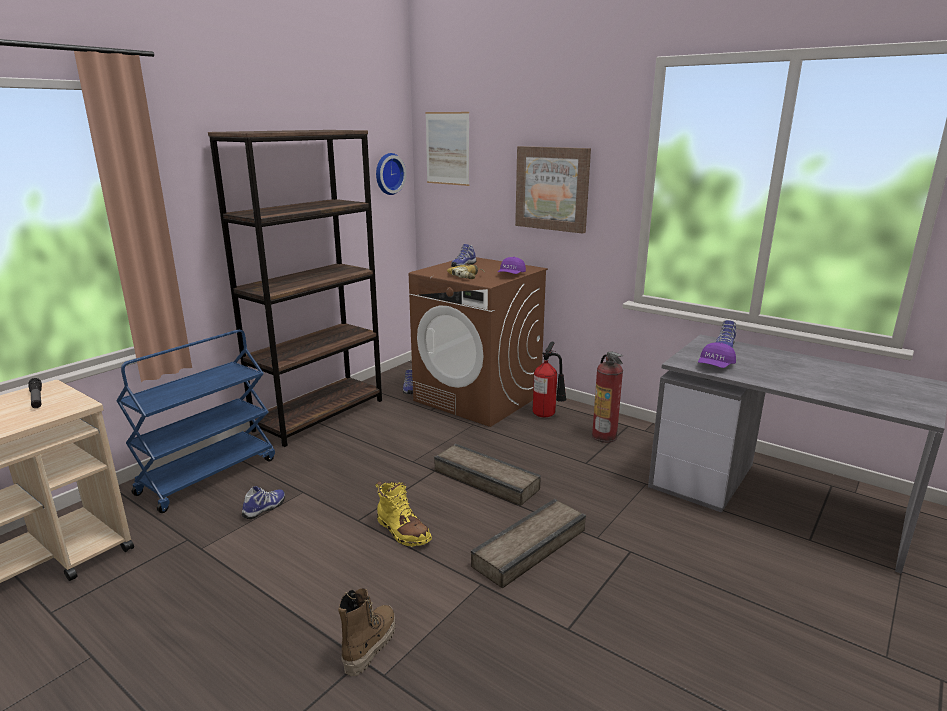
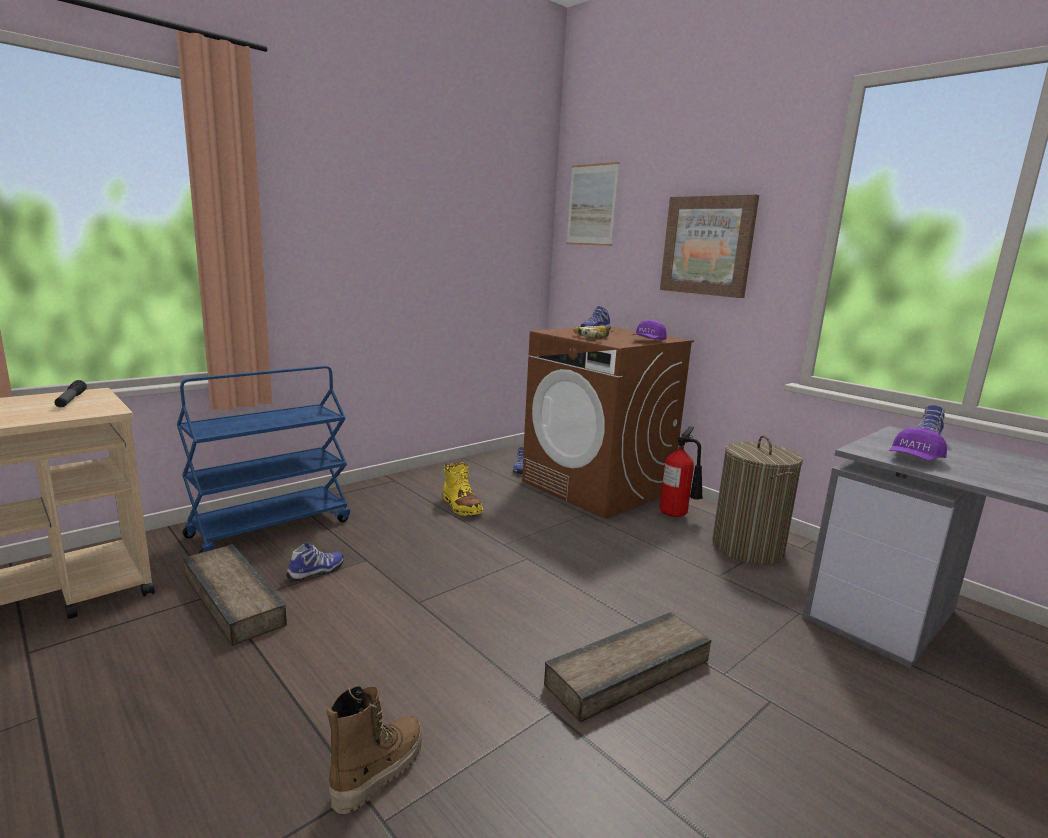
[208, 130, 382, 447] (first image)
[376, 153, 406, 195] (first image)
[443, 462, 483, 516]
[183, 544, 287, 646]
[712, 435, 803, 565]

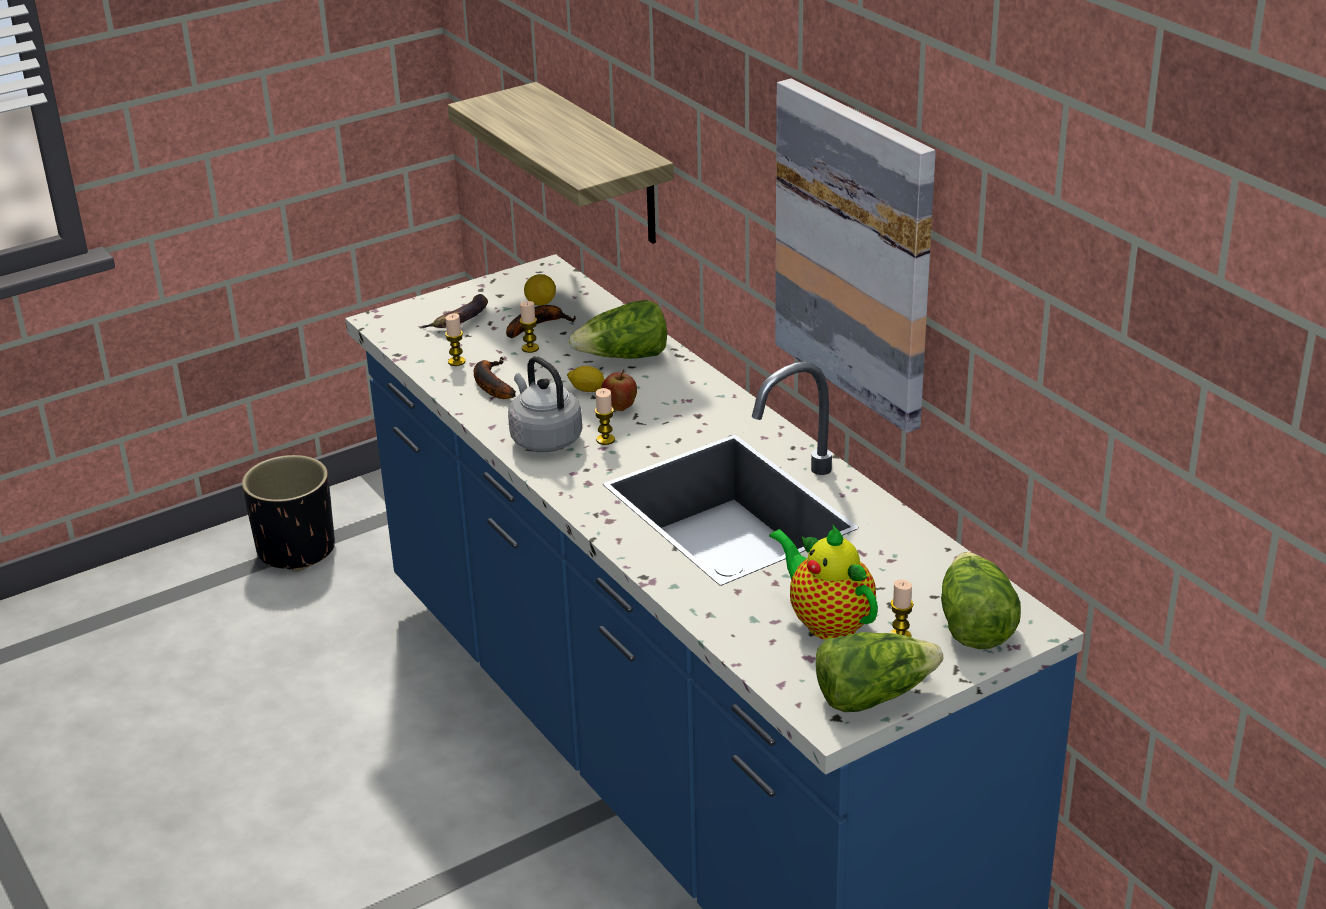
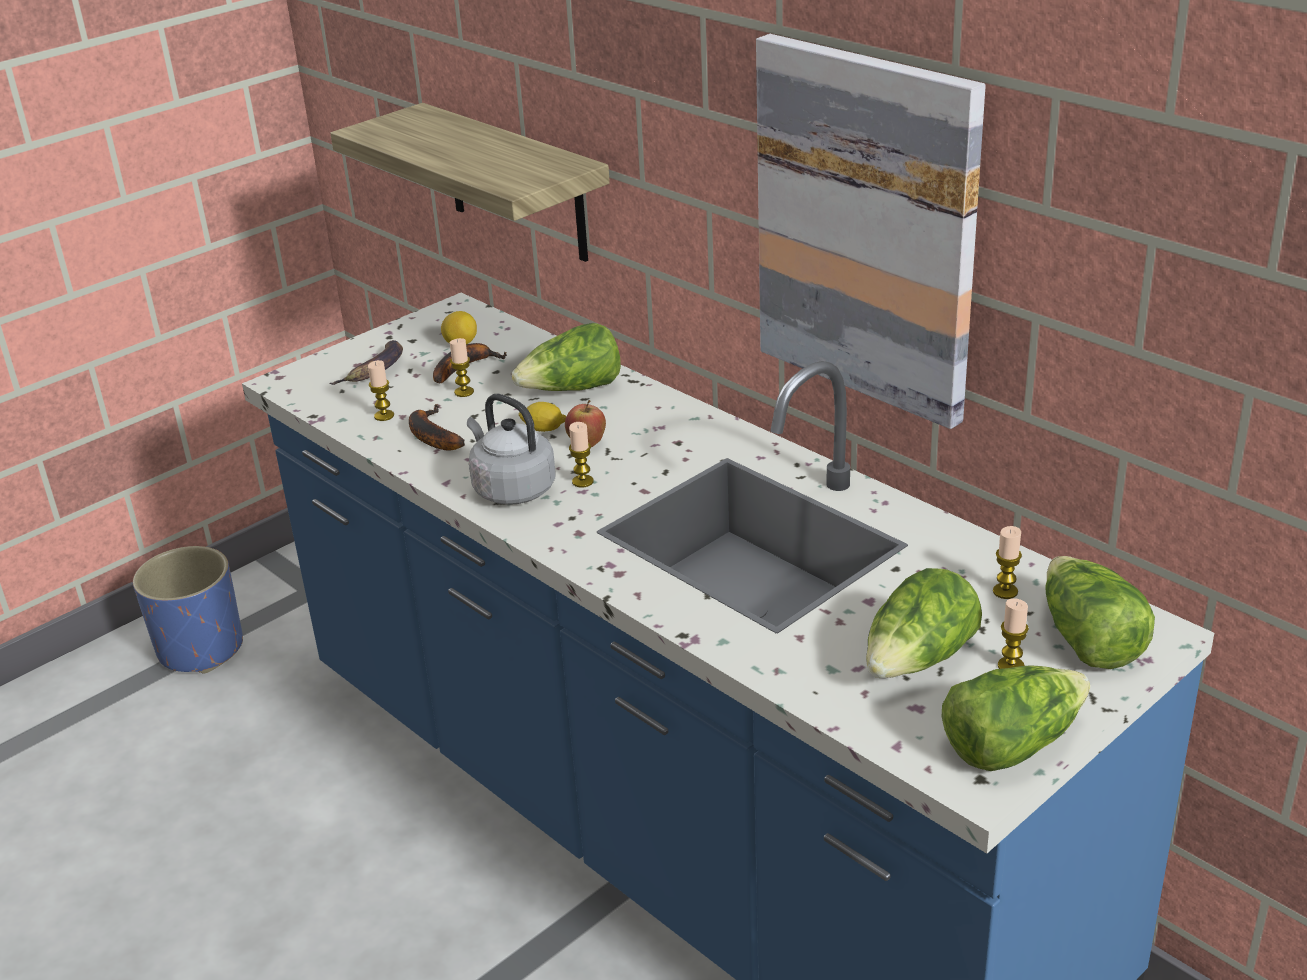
[993, 526, 1022, 599]
[866, 568, 982, 678]
[133, 546, 243, 674]

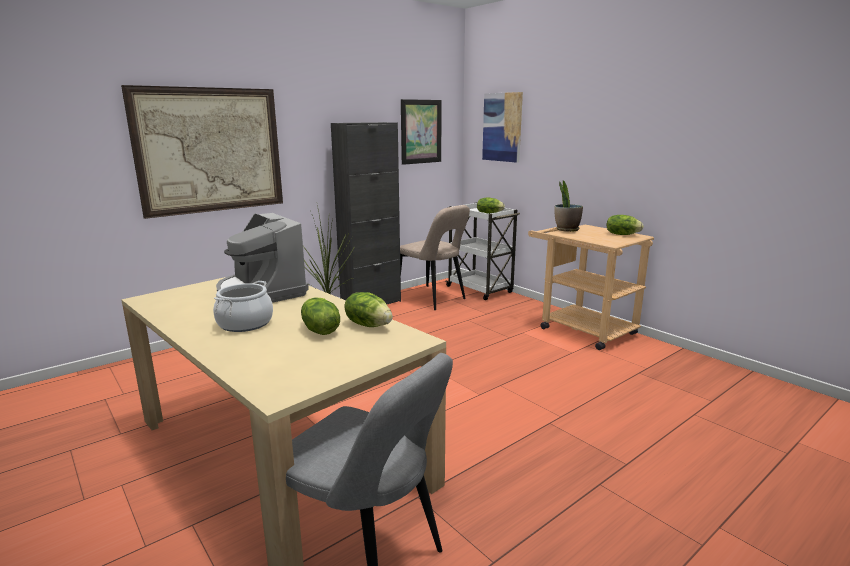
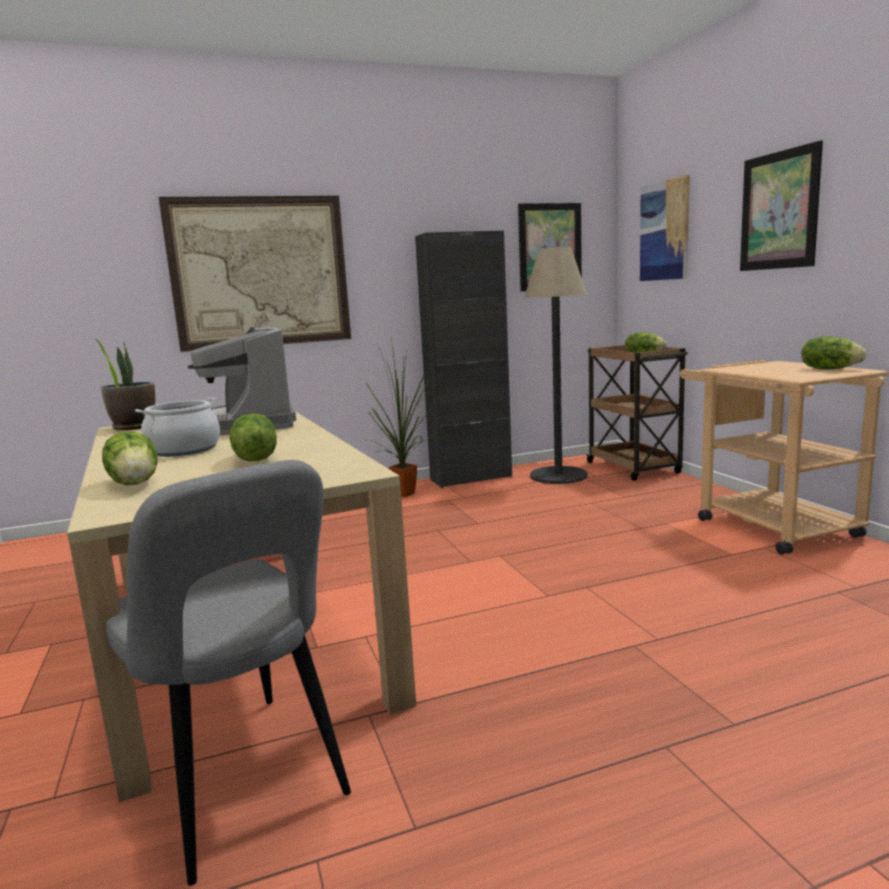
[740, 140, 823, 271]
[102, 432, 158, 485]
[94, 338, 155, 430]
[524, 247, 587, 484]
[586, 345, 688, 481]

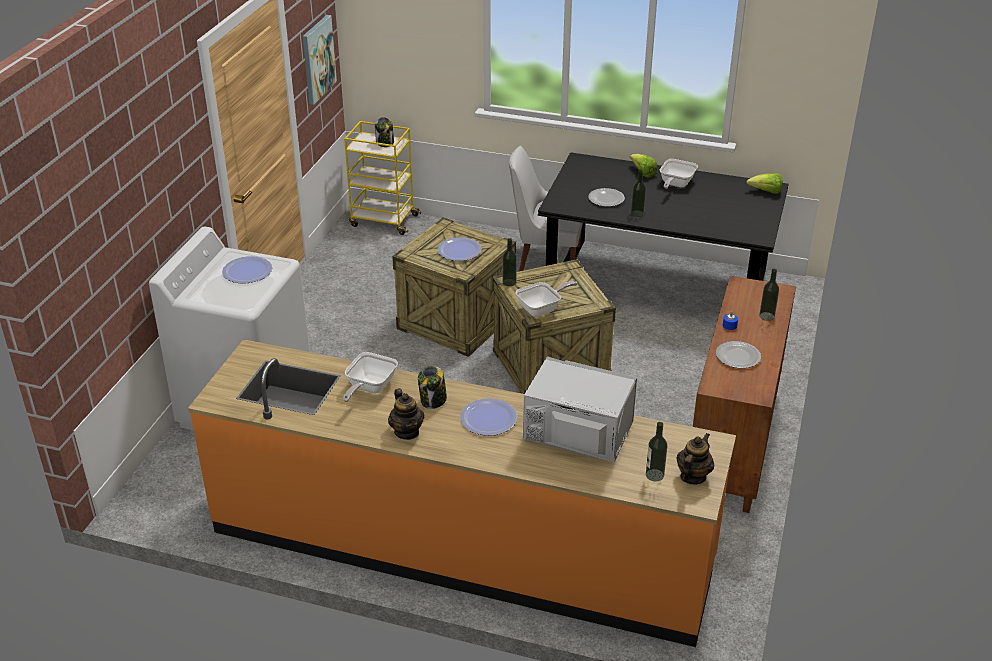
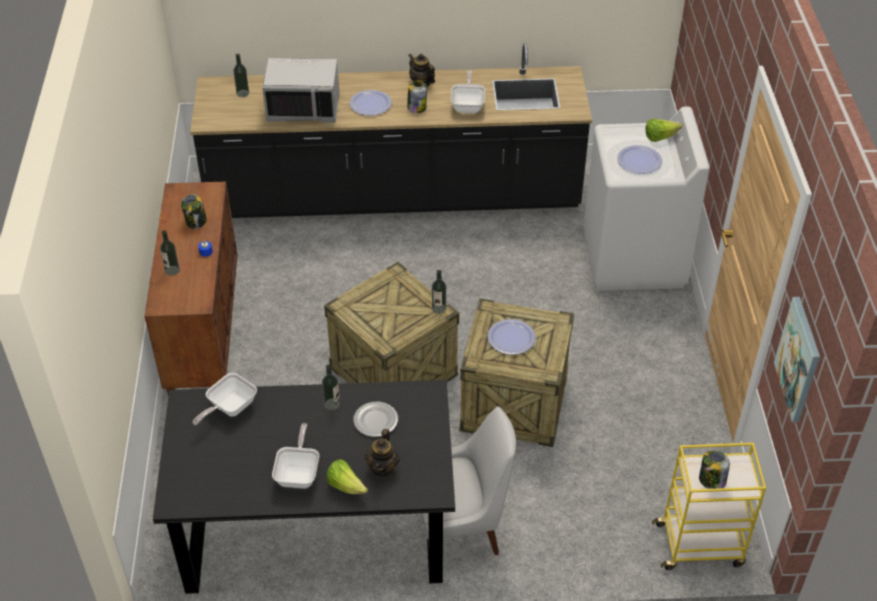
[193, 373, 257, 425]
[365, 429, 399, 477]
[645, 119, 682, 142]
[181, 194, 207, 229]
[190, 43, 592, 218]

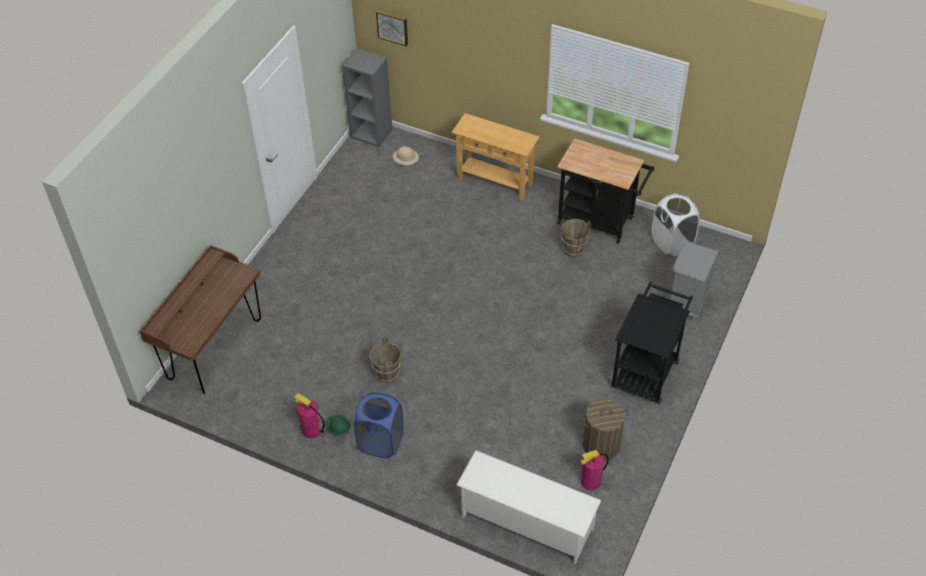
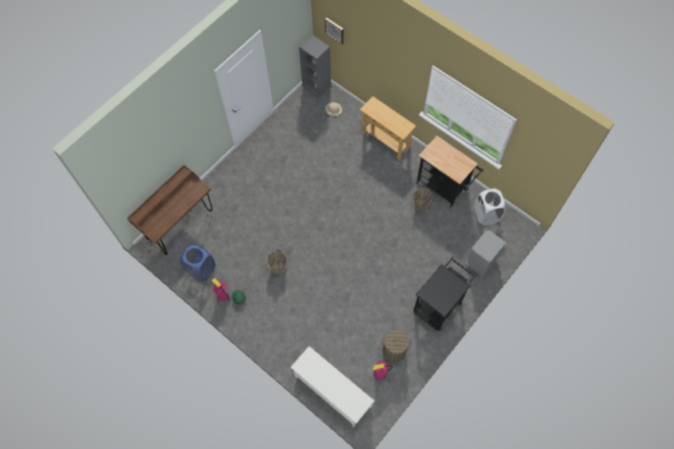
[180, 244, 215, 281]

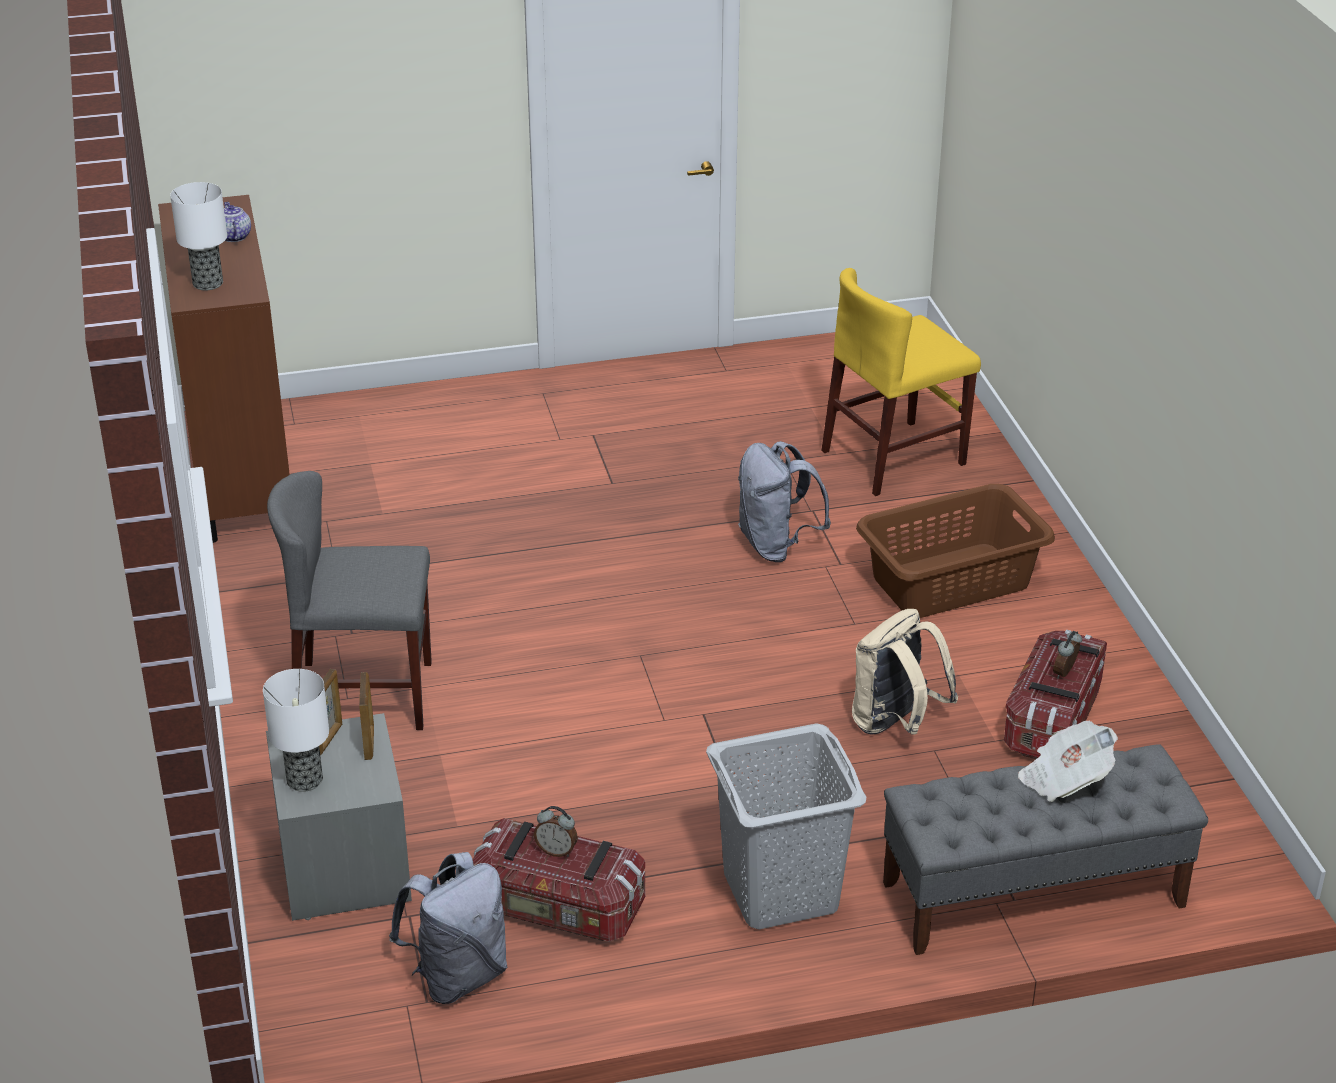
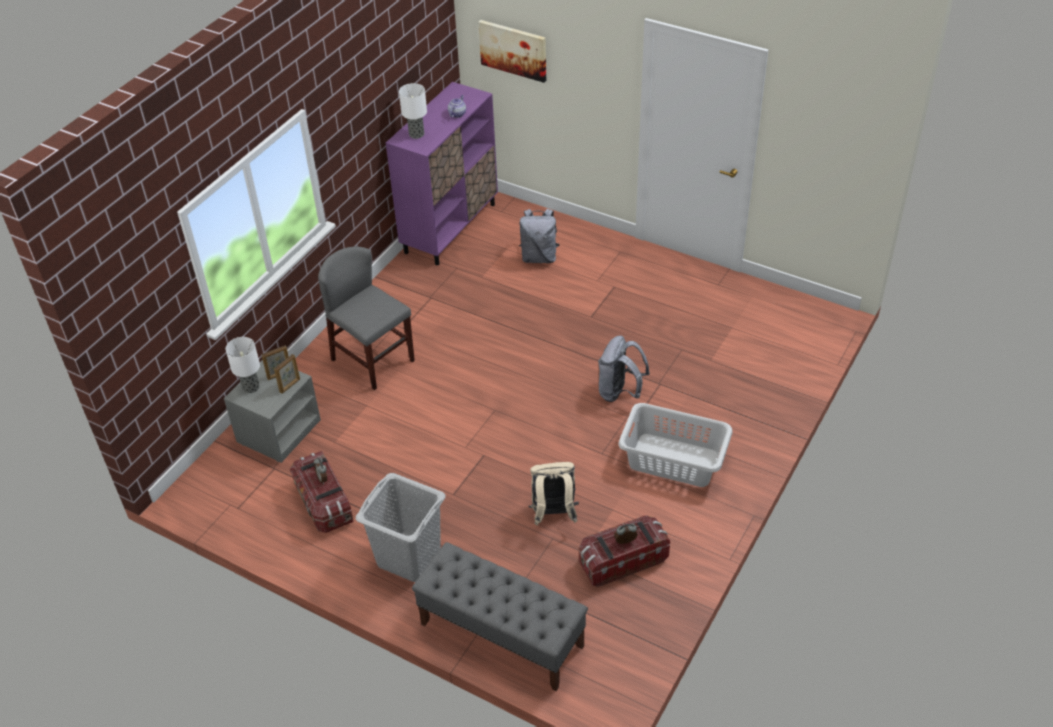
[821, 268, 981, 496] (first image)
[1018, 721, 1118, 802] (first image)
[478, 20, 546, 83]
[519, 209, 560, 263]
[386, 82, 498, 265]
[618, 403, 733, 487]

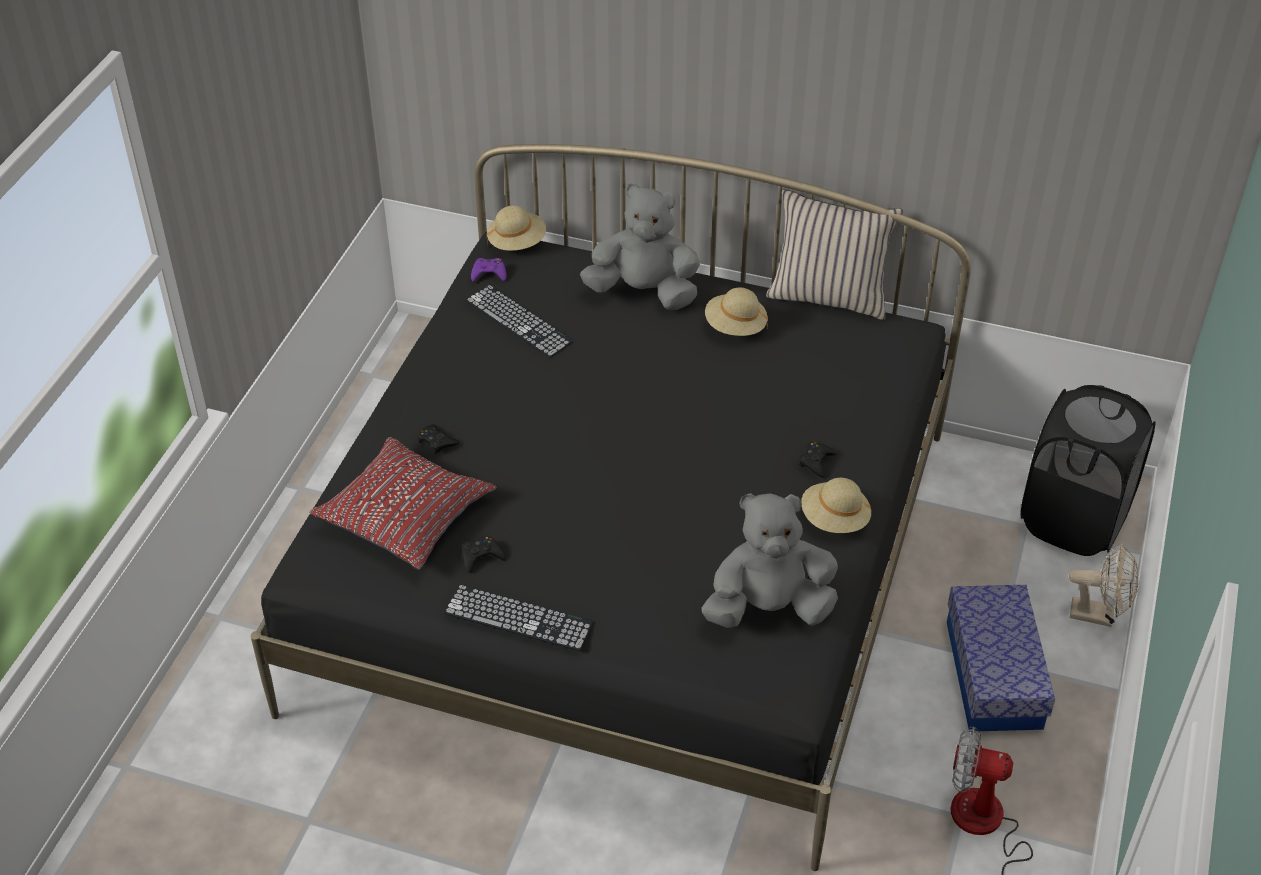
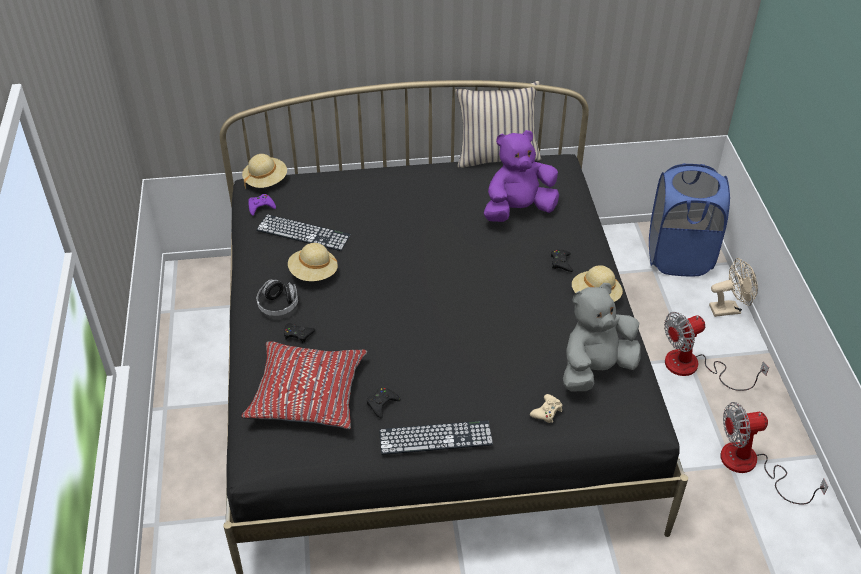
[580, 183, 700, 310] (first image)
[257, 279, 298, 316]
[484, 130, 559, 222]
[530, 394, 563, 423]
[288, 243, 338, 281]
[664, 312, 769, 391]
[649, 163, 730, 276]

